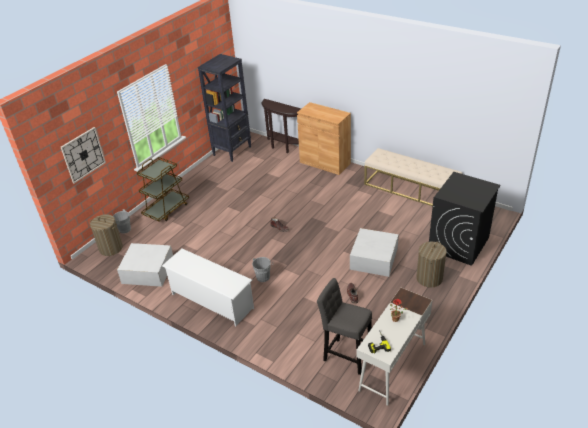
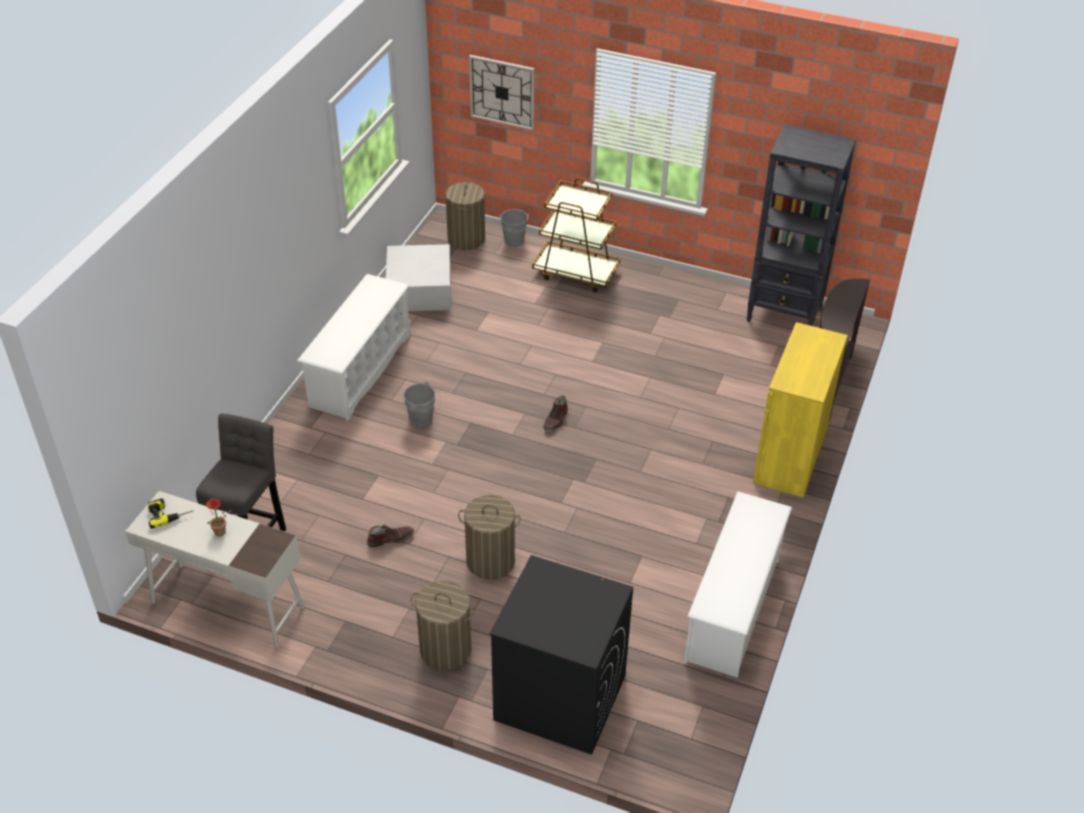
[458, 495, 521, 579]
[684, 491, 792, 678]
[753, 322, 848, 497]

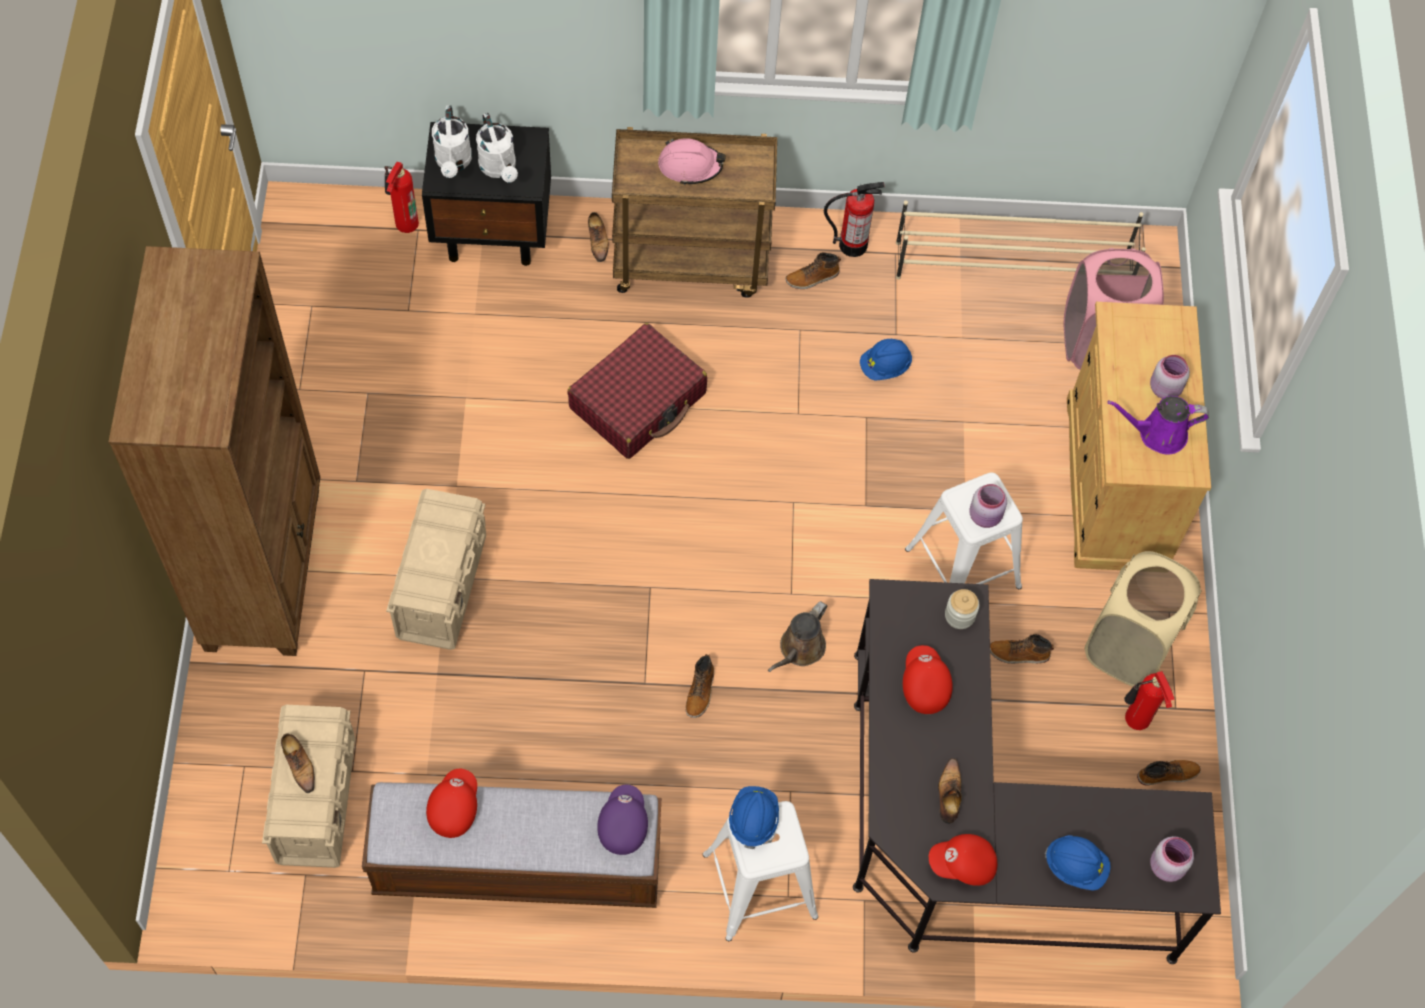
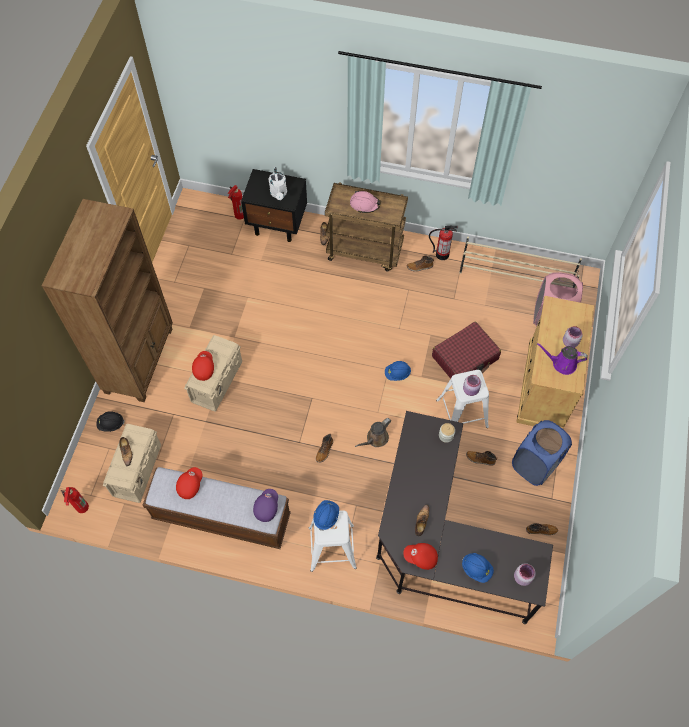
[432, 105, 472, 178] (first image)
[96, 411, 124, 432]
[432, 322, 501, 379]
[385, 361, 411, 381]
[192, 351, 214, 381]
[61, 487, 89, 513]
[512, 420, 572, 486]

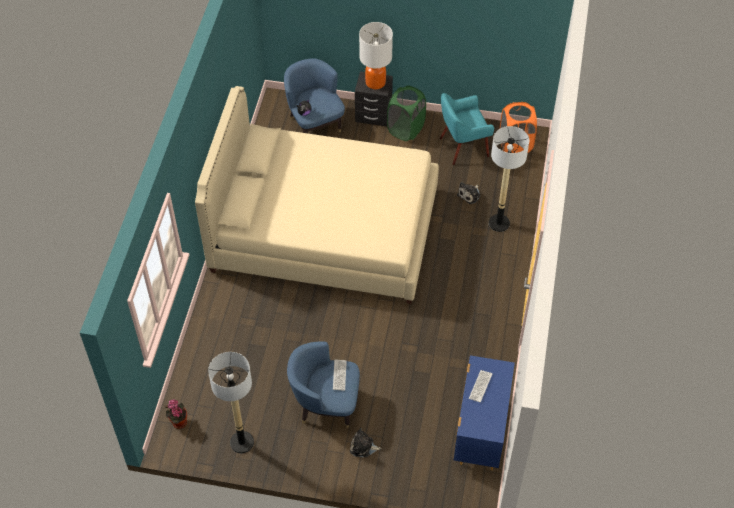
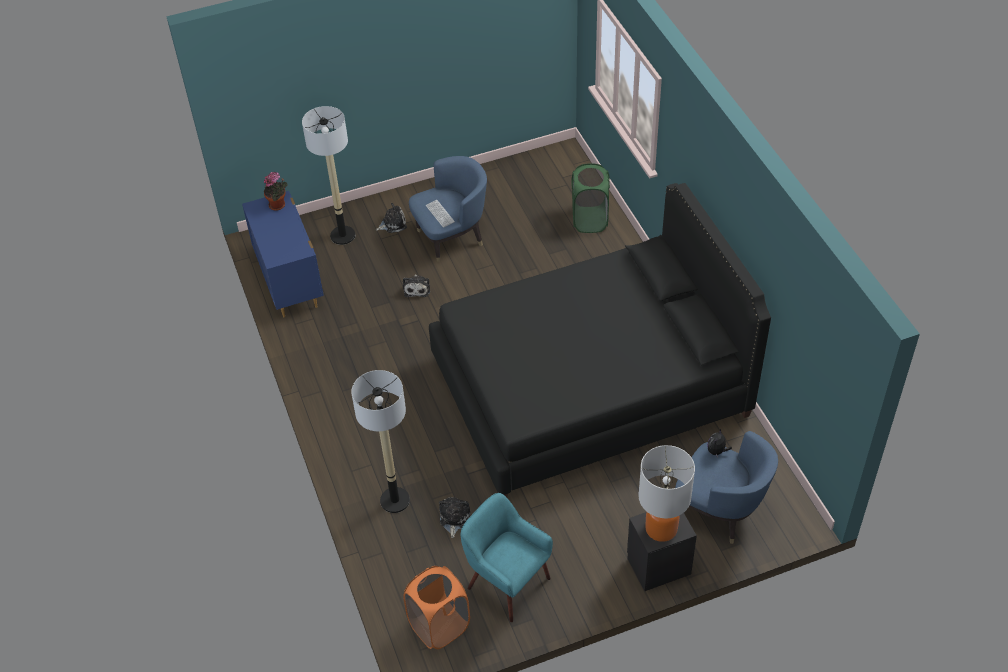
[469, 370, 492, 402] (first image)
[403, 274, 430, 297]
[264, 172, 287, 211]
[302, 106, 355, 245]
[572, 164, 610, 233]
[429, 183, 771, 497]
[461, 493, 553, 622]

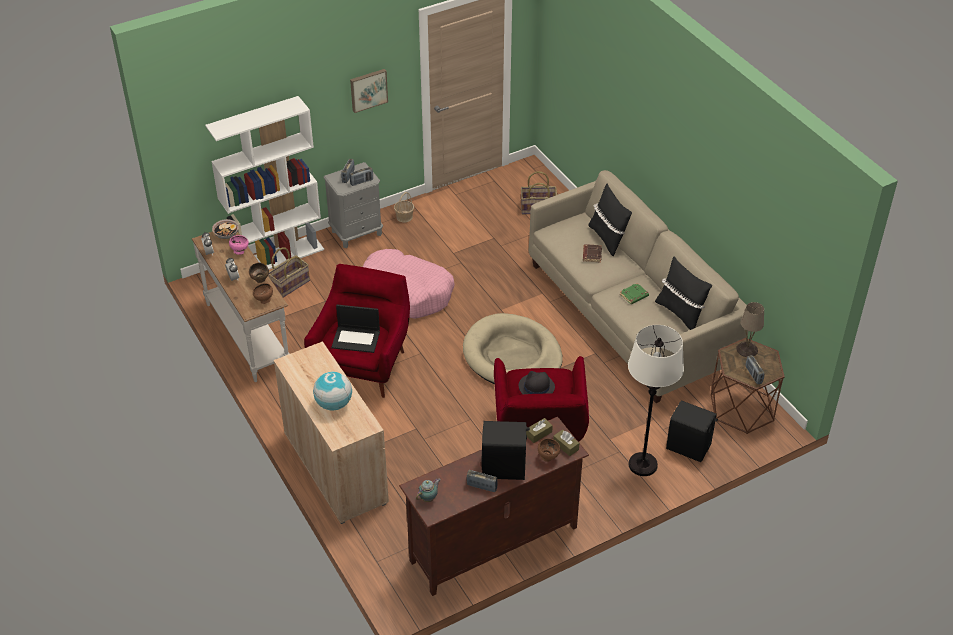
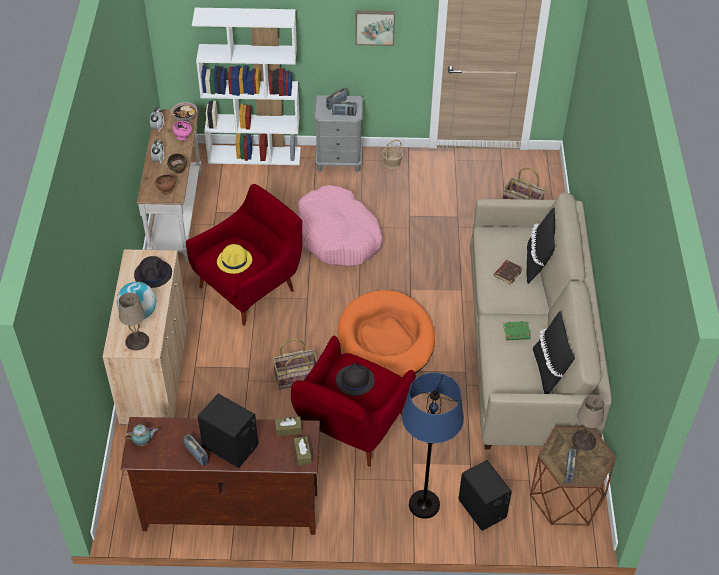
[538, 438, 560, 462] (first image)
[119, 292, 149, 351]
[134, 256, 172, 288]
[273, 338, 318, 390]
[217, 244, 252, 274]
[338, 290, 435, 377]
[402, 373, 464, 519]

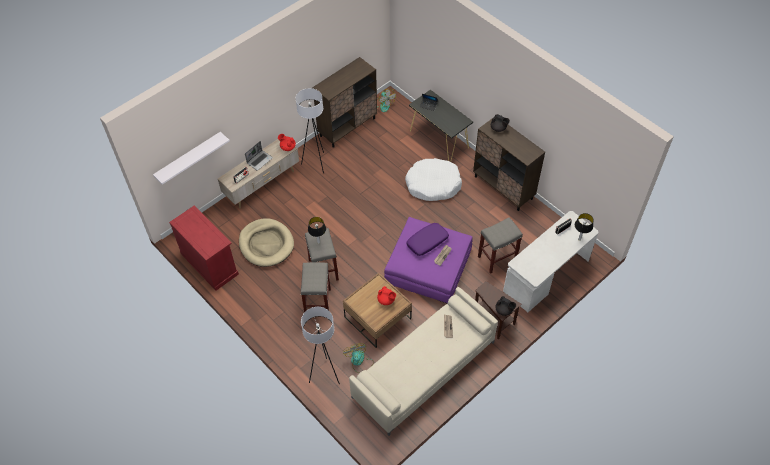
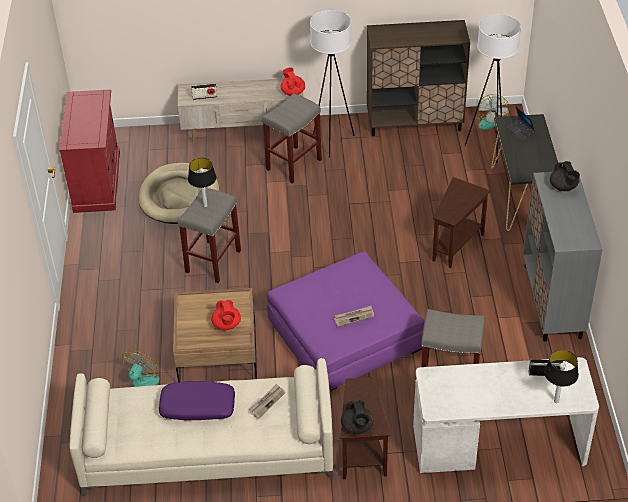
[153, 132, 230, 185] (first image)
[245, 141, 273, 171] (first image)
[262, 93, 322, 184]
[464, 14, 521, 163]
[159, 381, 235, 421]
[432, 177, 490, 268]
[523, 170, 603, 342]

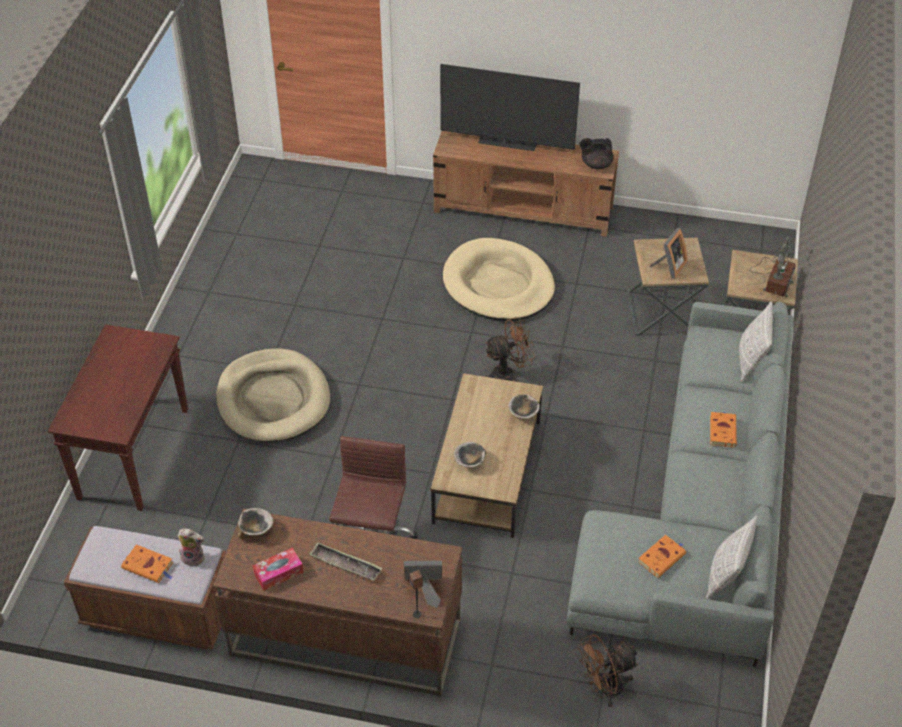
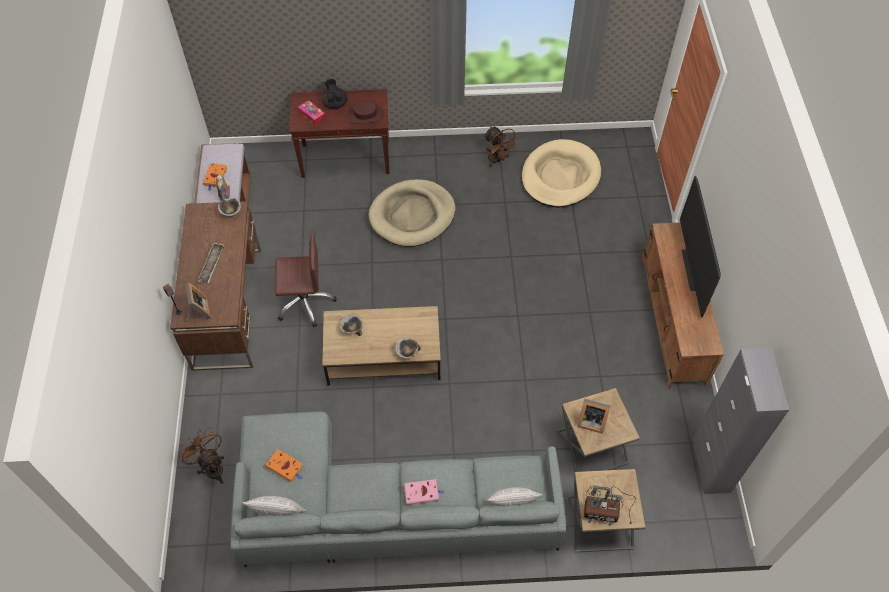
[347, 100, 384, 124]
[692, 347, 789, 494]
[298, 100, 326, 126]
[522, 139, 601, 207]
[484, 126, 519, 167]
[322, 79, 348, 109]
[405, 479, 444, 505]

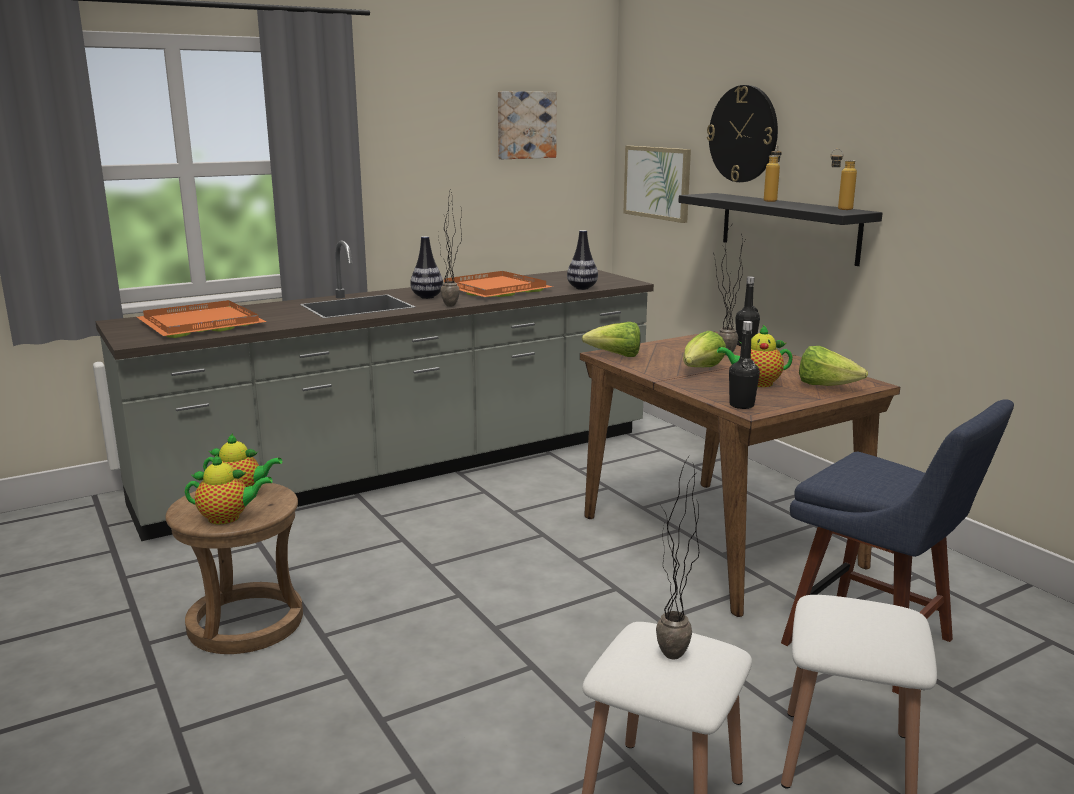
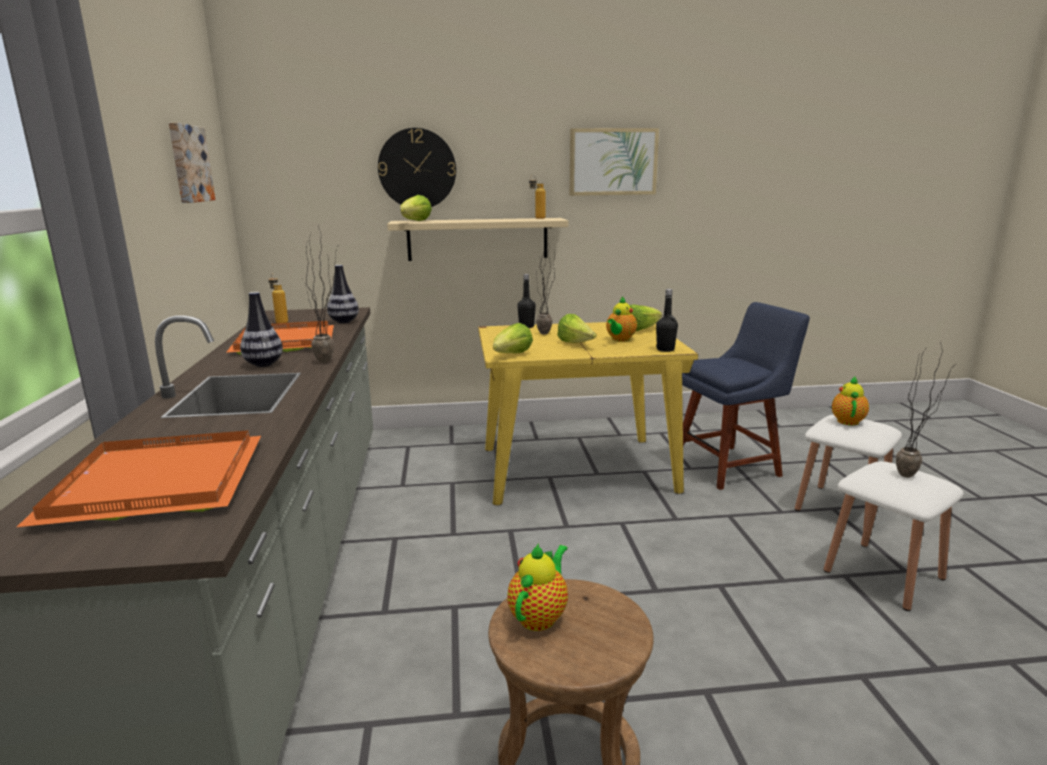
[400, 195, 432, 221]
[832, 376, 869, 426]
[570, 128, 659, 196]
[268, 274, 288, 324]
[478, 322, 698, 505]
[387, 218, 568, 261]

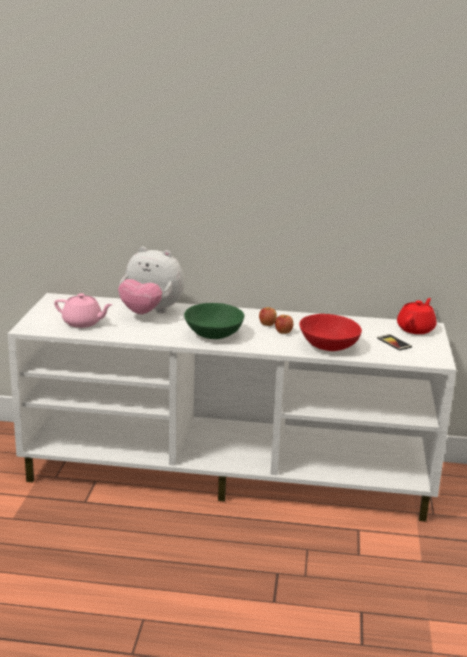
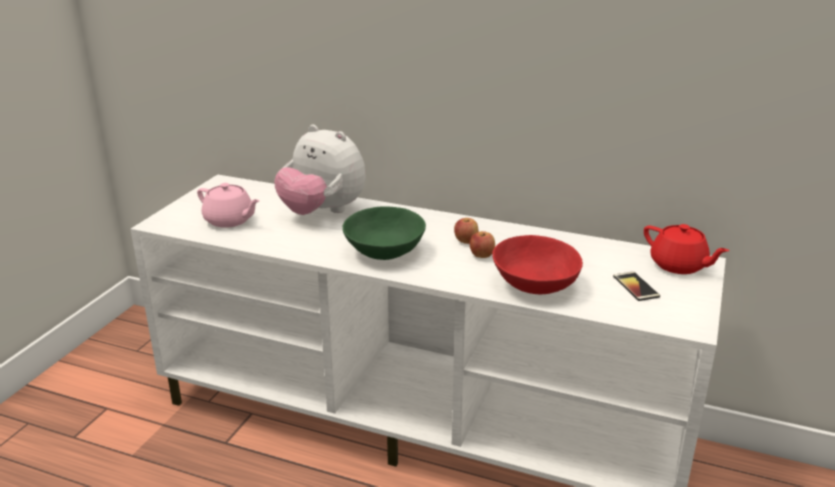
[644, 224, 729, 274]

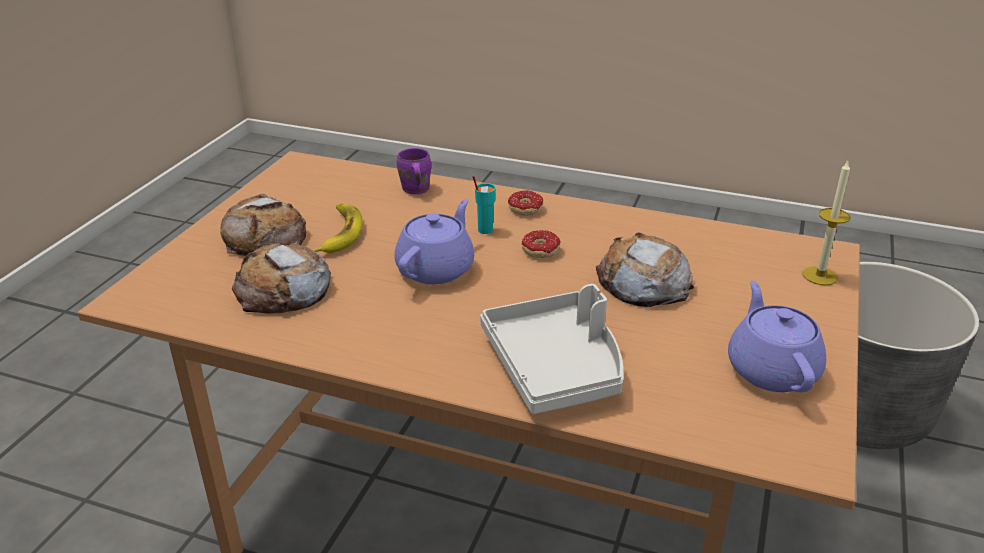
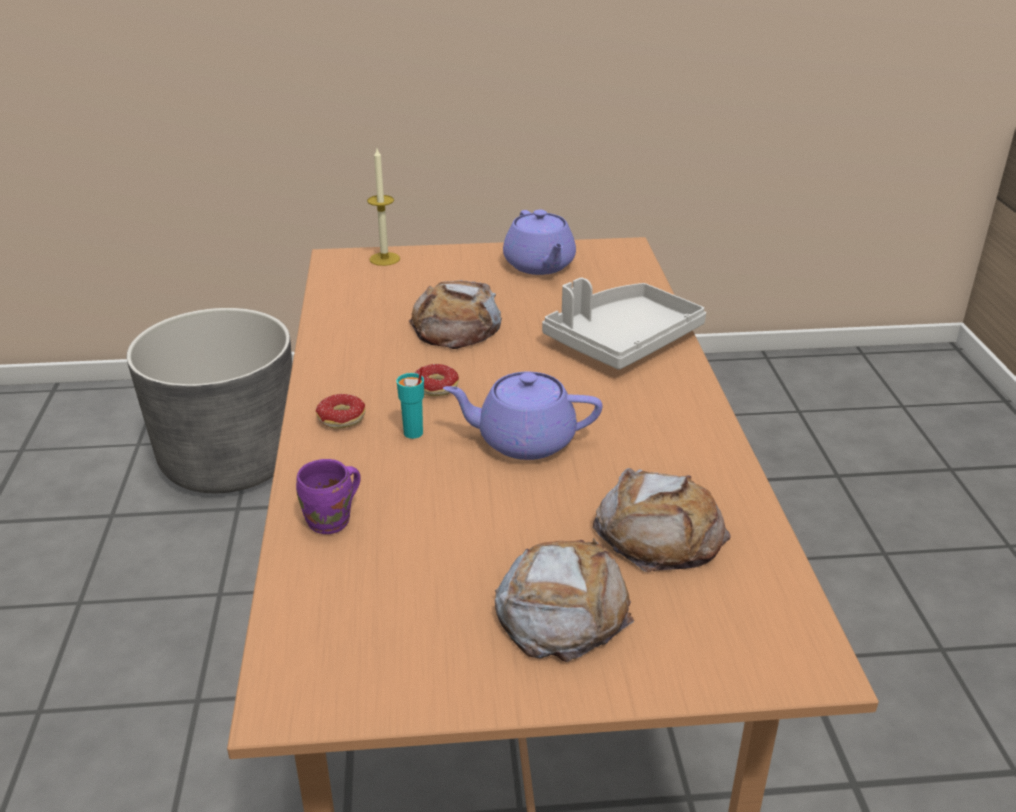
[312, 204, 363, 253] (first image)
[503, 210, 576, 275]

